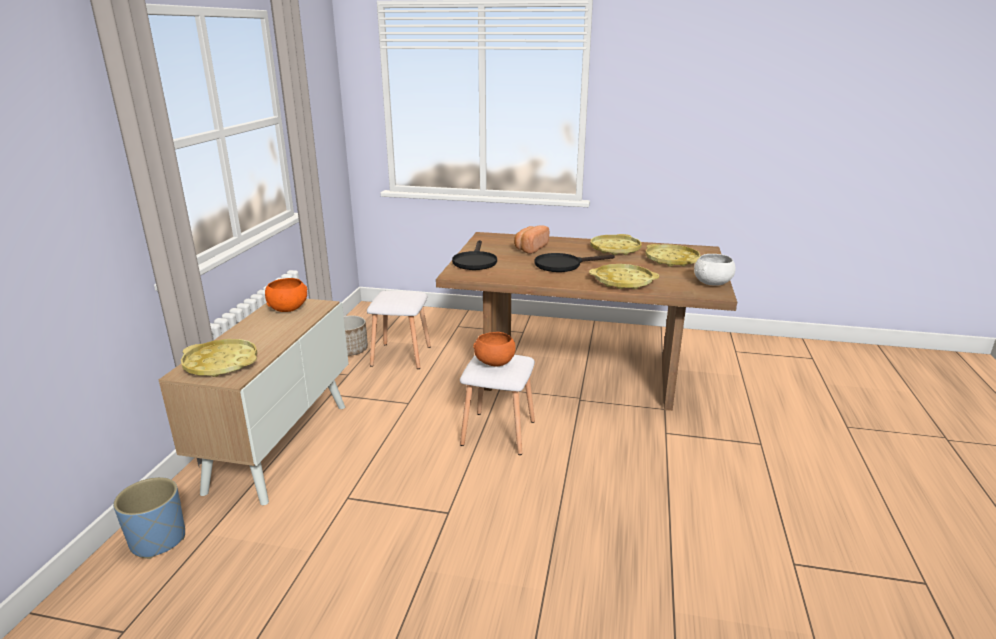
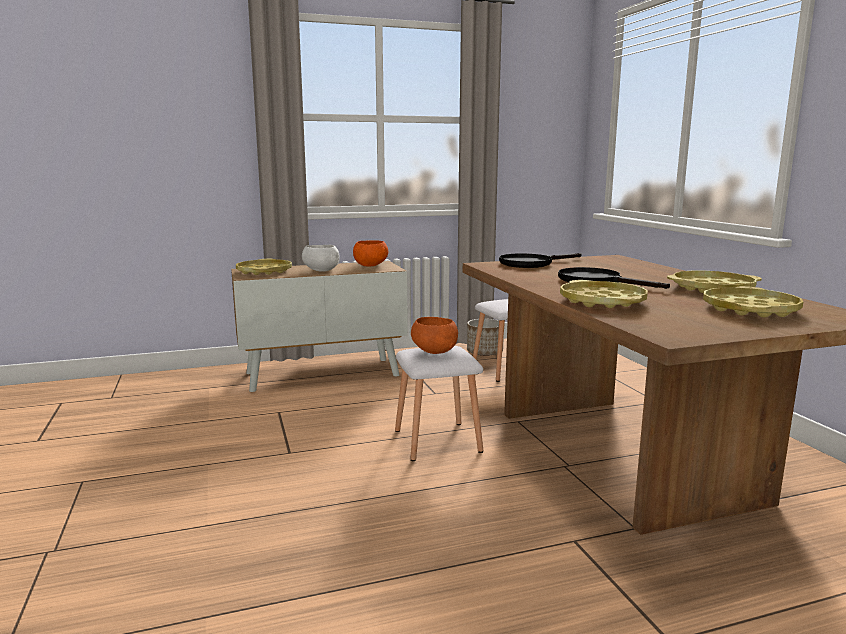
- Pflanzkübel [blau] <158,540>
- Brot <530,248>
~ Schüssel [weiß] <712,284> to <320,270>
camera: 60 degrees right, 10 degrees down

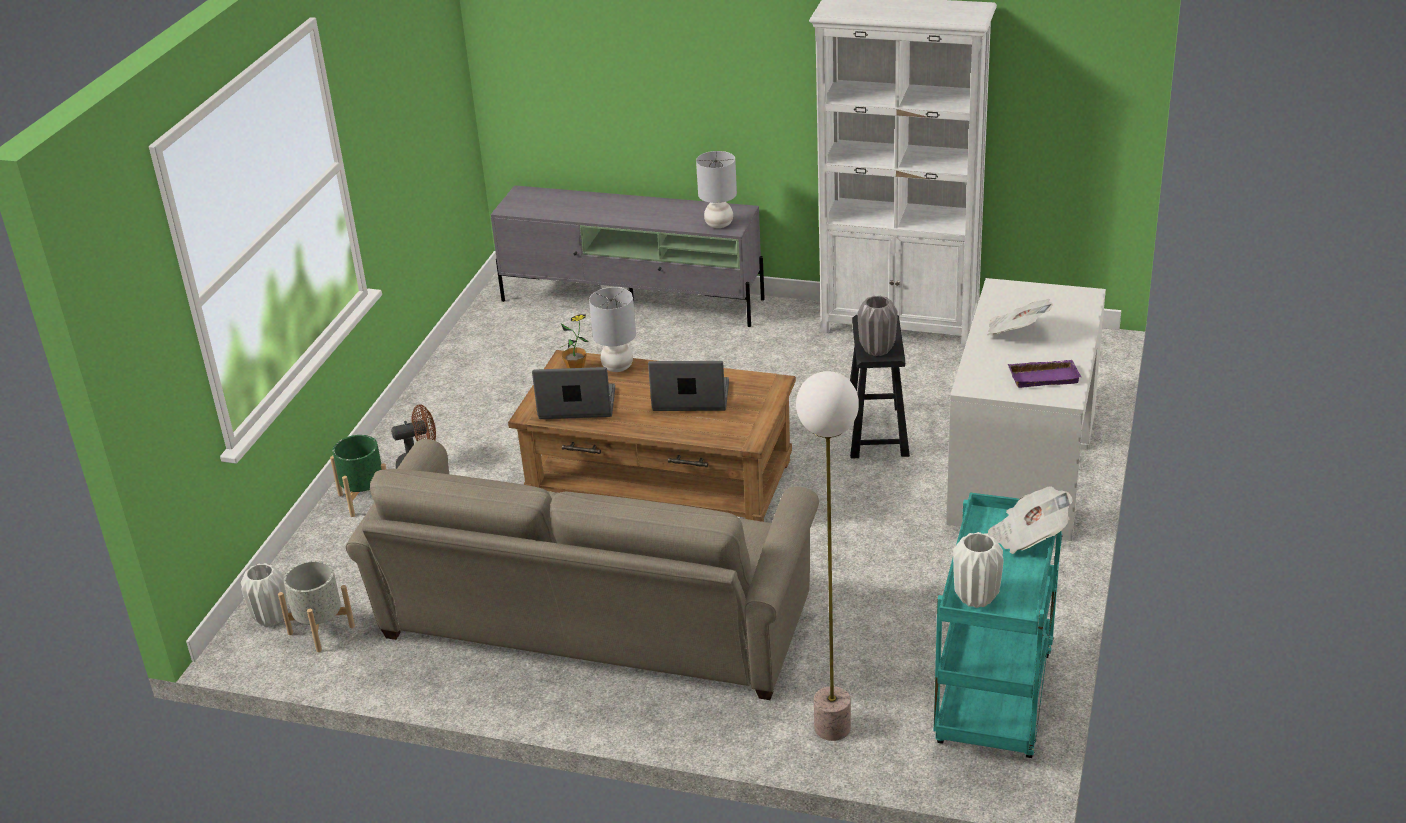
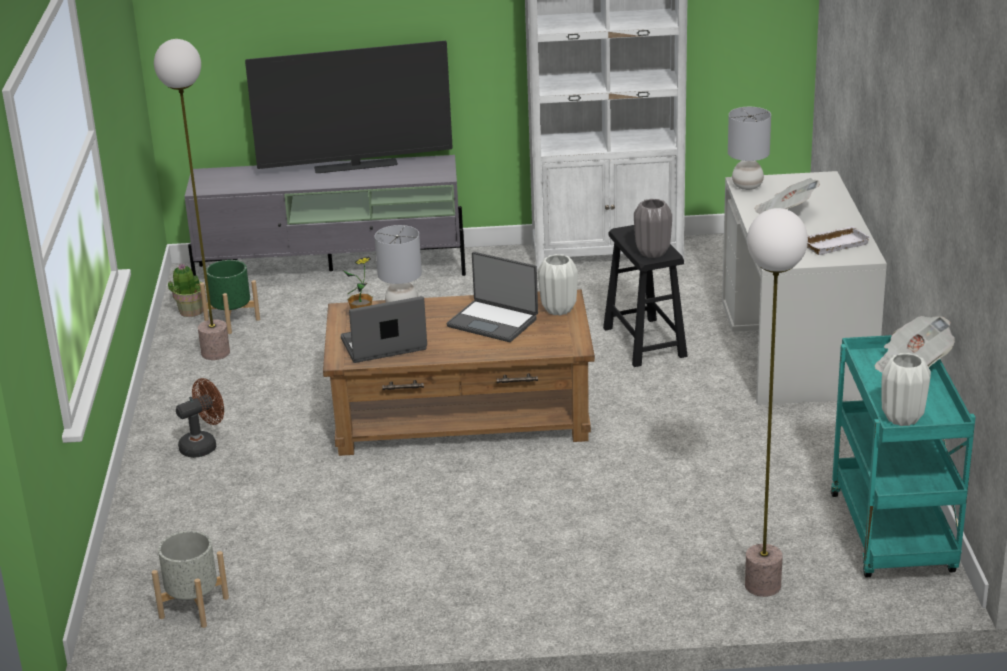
~ Vase [weiß] <270,618> to <558,310>
~ Pflanzkübel [grün] <365,499> to <232,320>
- Sofa [beige] <591,628>
~ Laptop <690,398> = <493,322> 135 degrees counterclockwise
~ Tischlampe [grau] <719,224> to <747,186>
~ Tablett [lila] <1044,377> to Tablett [weiß] <834,244>
+ Stehlampe <216,353>
+ Topfpflanze <191,311>
+ Fernseher <356,166>
camera: 20 degrees left, 5 degrees down

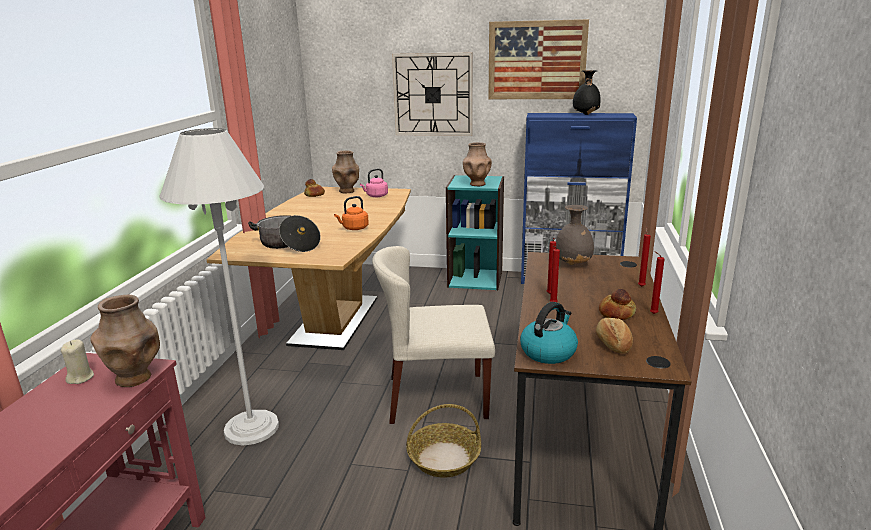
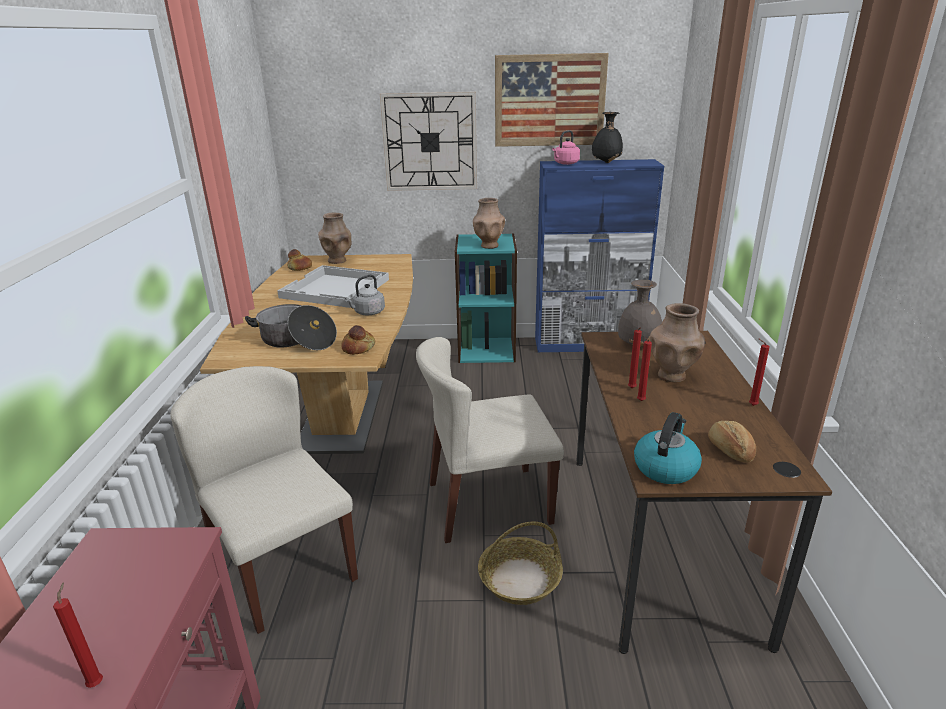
- Kerze [beige] <80,378>
~ Vase [braun] <135,378> to <672,375>
~ Stehlampe [weiß] <251,428> to Stuhl [beige] <282,568>
~ Wasserkessel [orange] <354,228> to Wasserkessel [grau] <368,312>
~ Wasserkessel [rosa] <376,196> to <565,163>
~ Brot <617,313> to <358,348>
~ Kerze [rot] <641,286> to <97,682>
+ Tablett [weiß] <335,289>
camera: 10 degrees left, 5 degrees up

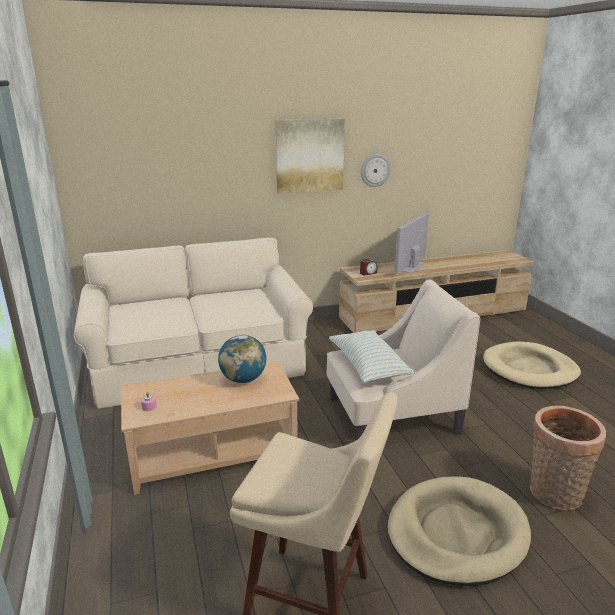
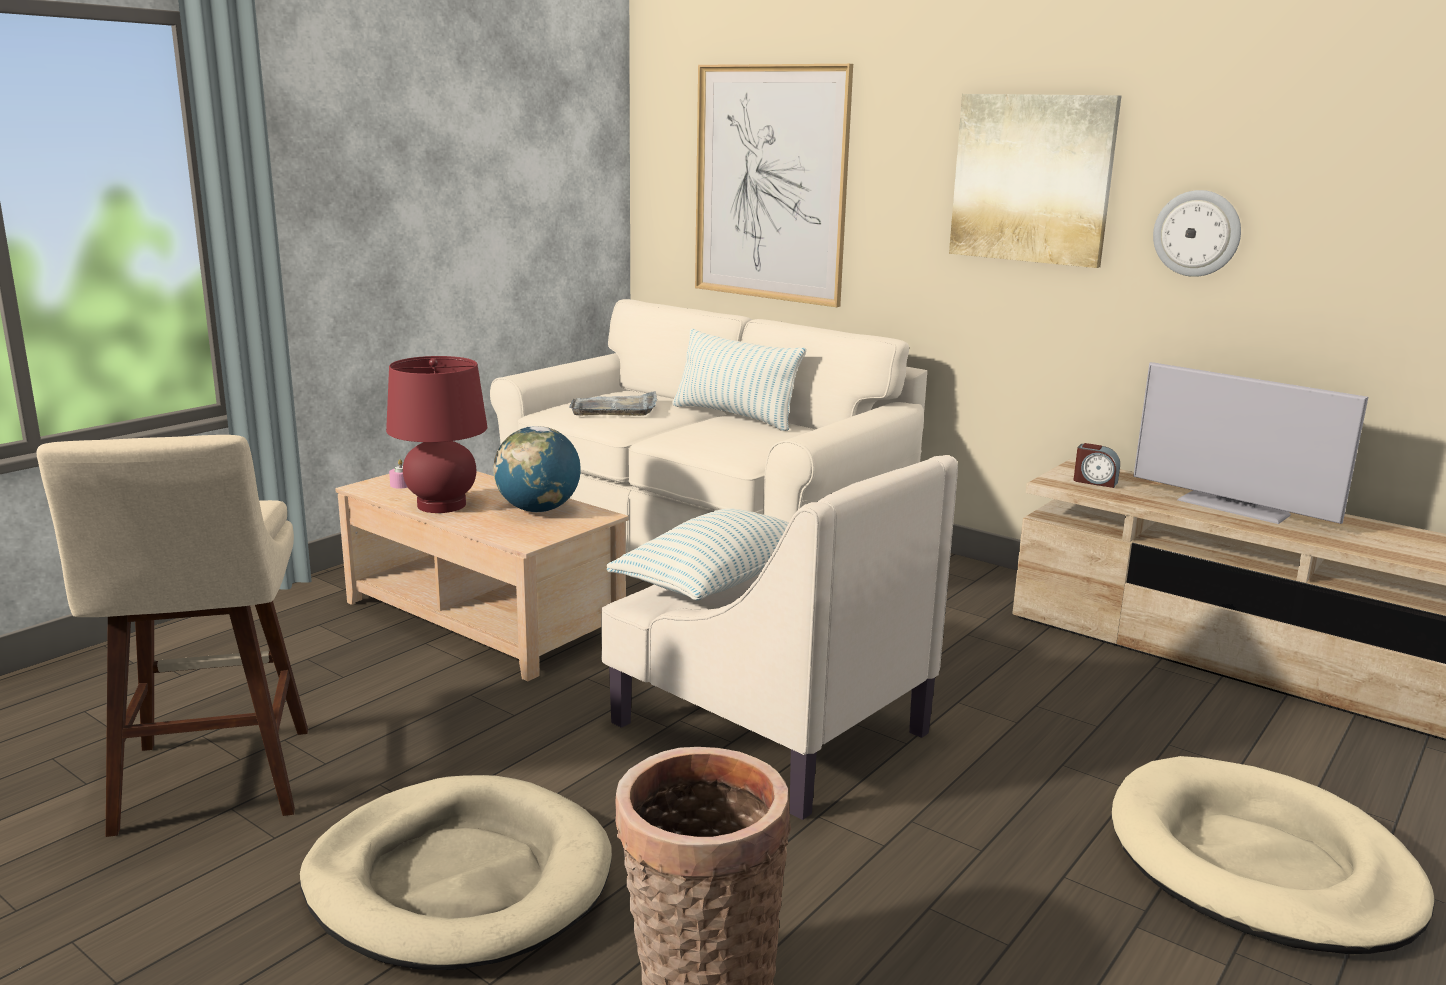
~ Fernseher <412,267> = <1233,507> 135 degrees counterclockwise
+ Tischlampe [rot] <441,505>
+ Tablett [grau] <614,408>
+ Kissen <734,416>
+ Bild <770,184>
camera: 55 degrees right, 5 degrees down

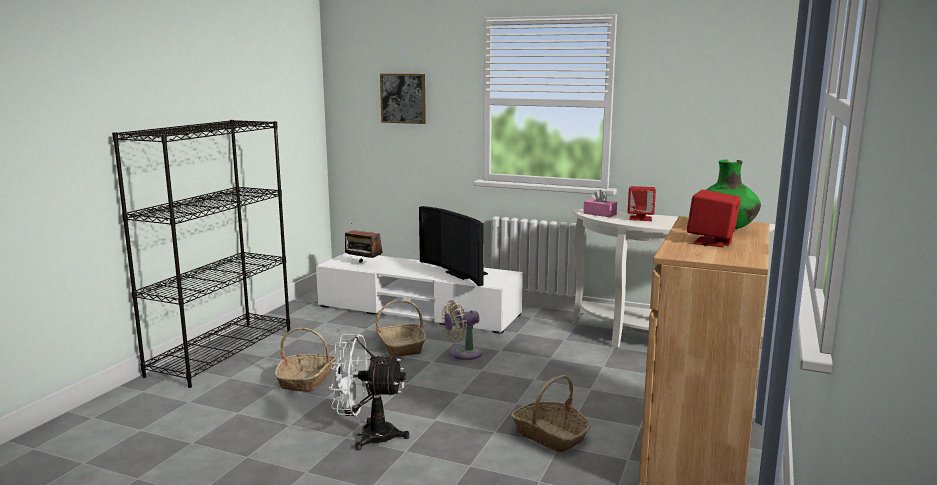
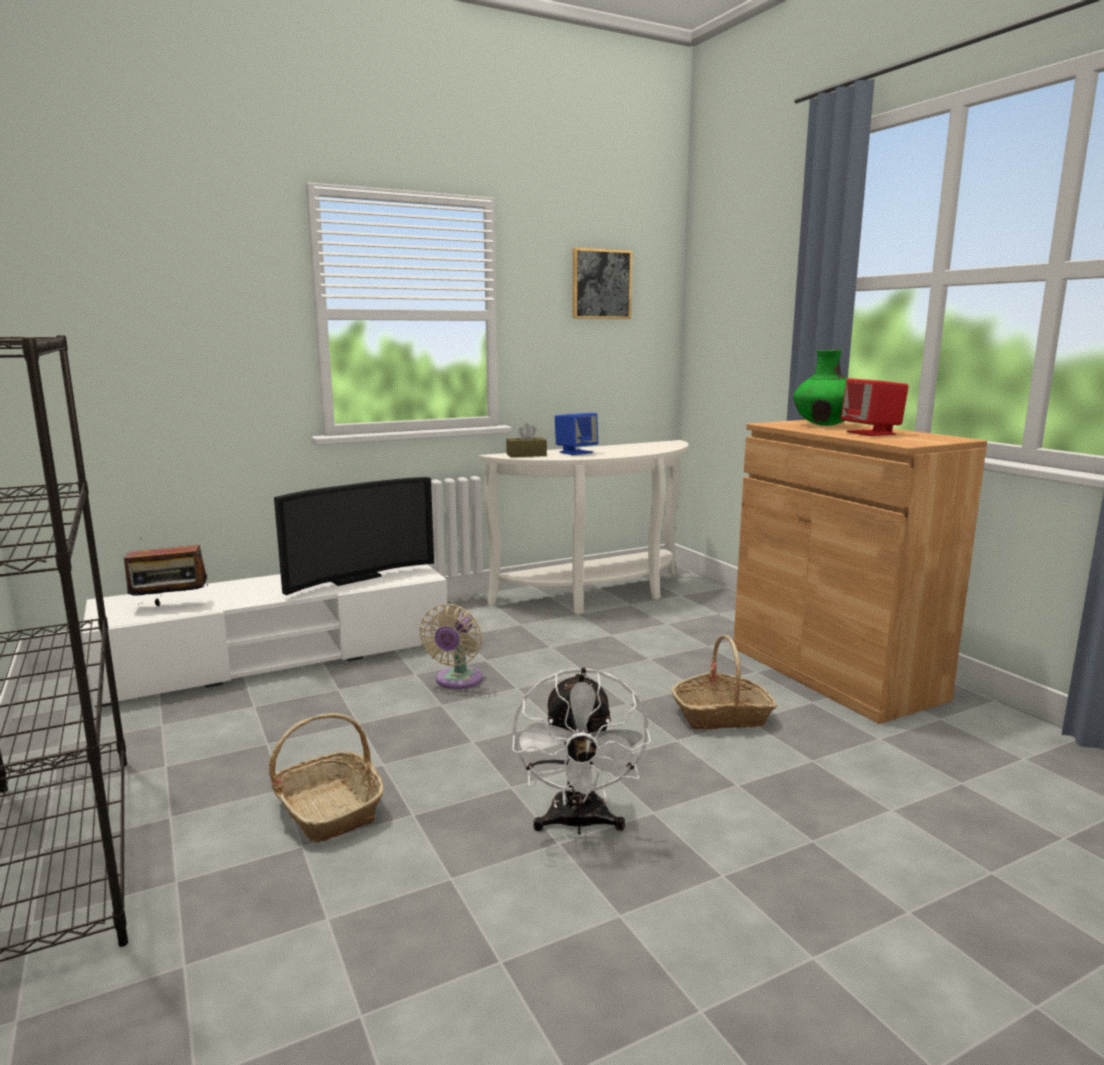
~ Ventilator [weiß] <368,436> = <578,824> 45 degrees counterclockwise
- Korb <401,347>
~ Bild <403,98> to <601,284>
~ Fernseher <461,274> = <353,578> 45 degrees counterclockwise
~ Taschentuchbox [rosa] <599,214> to Taschentuchbox [braun] <526,455>
~ Lautsprecher [rot] <640,218> to Lautsprecher [blau] <576,452>
camera: 50 degrees left, 0 degrees up

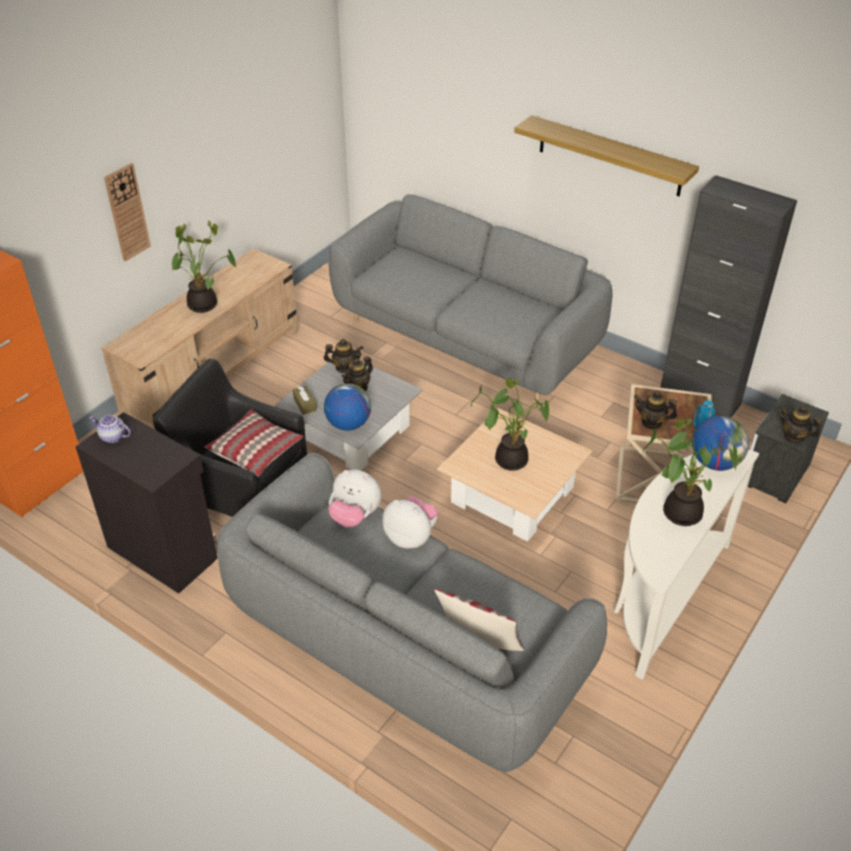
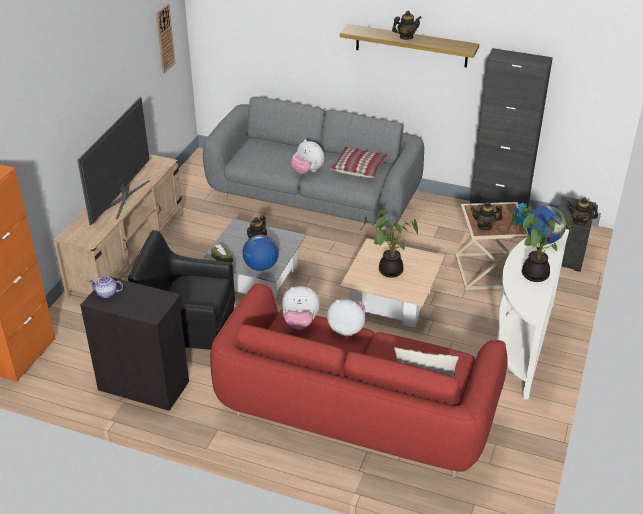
~ Wanduhr <127,212> to <165,38>
~ Topfpflanze <205,305> to Fernseher <123,197>
~ Kissen <255,450> to <358,168>
~ Sofa [grau] <405,648> to Sofa [rot] <356,413>
~ Teekanne <344,368> to <406,37>
+ Plüschtier <307,171>
camera: 15 degrees left, 5 degrees down

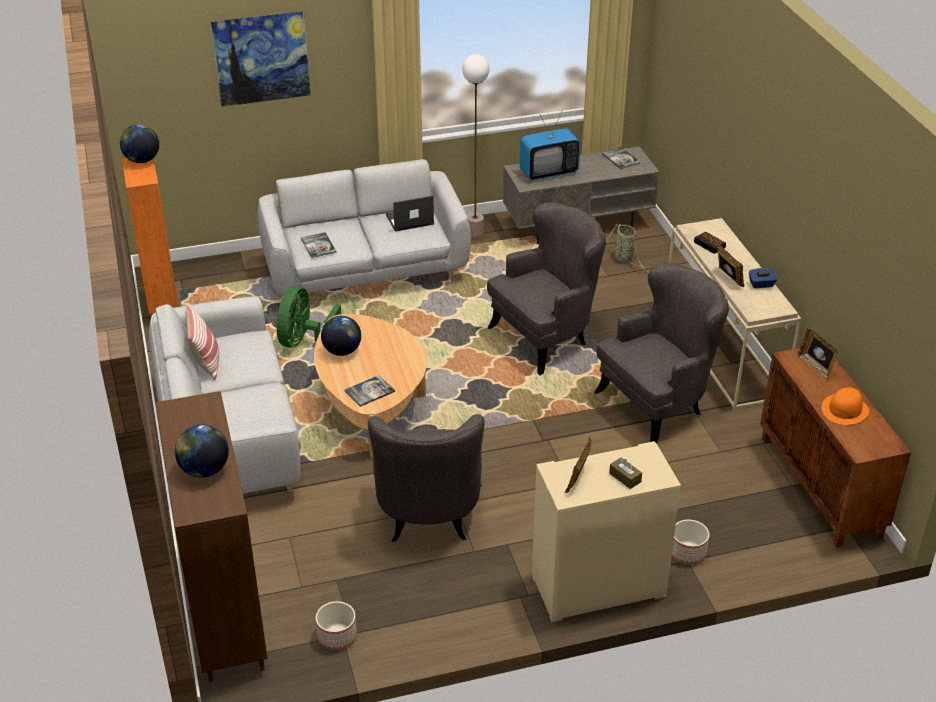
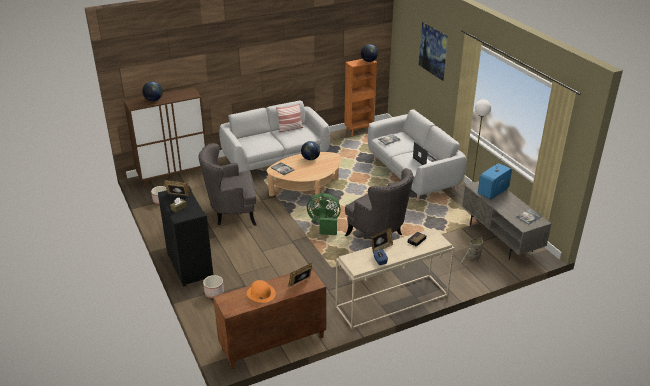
~ Ventilator [grün] <304,341> to <324,225>
~ Fernseher <548,172> = <493,192> 75 degrees clockwise
~ Schrank [beige] <598,587> to Schrank [schwarz] <189,265>
- Sessel [grau] <657,405>
camera: 80 degrees right, 5 degrees down

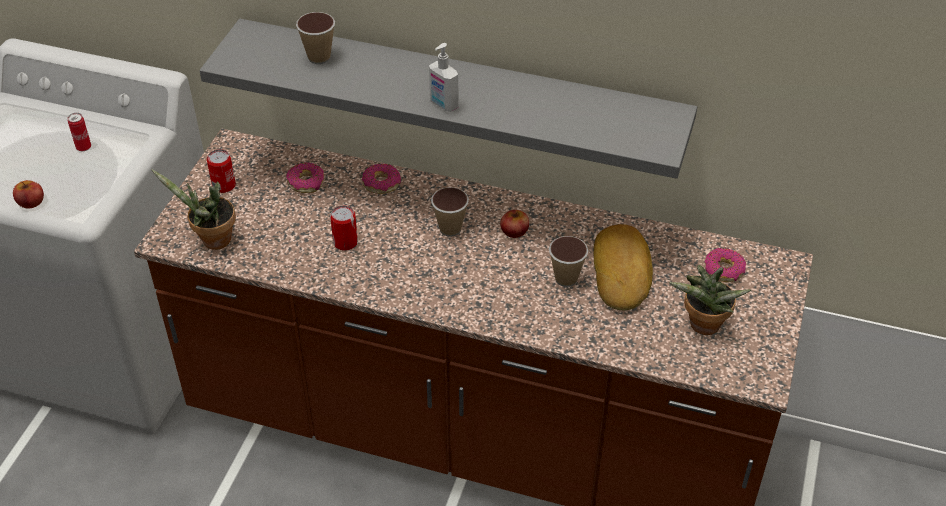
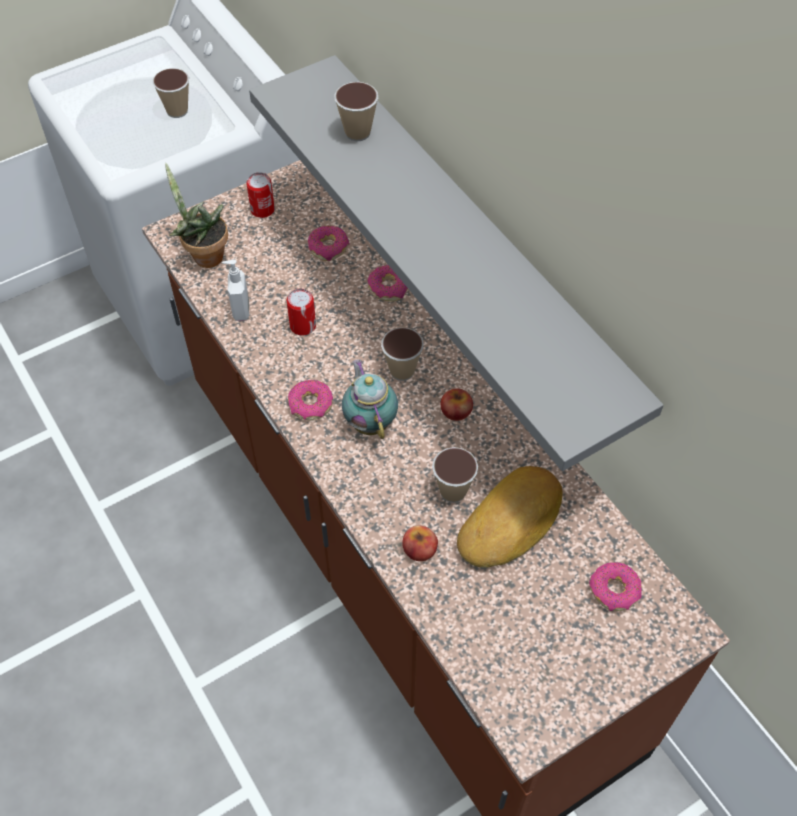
~ Apfel <31,202> to <419,549>
~ Dose <83,147> to Tasse <177,111>
~ Seifenspender <443,105> to <240,310>
- Topfpflanze <702,327>
+ Donut <310,405>
+ Teekanne <370,421>
camera: 40 degrees right, 10 degrees up

